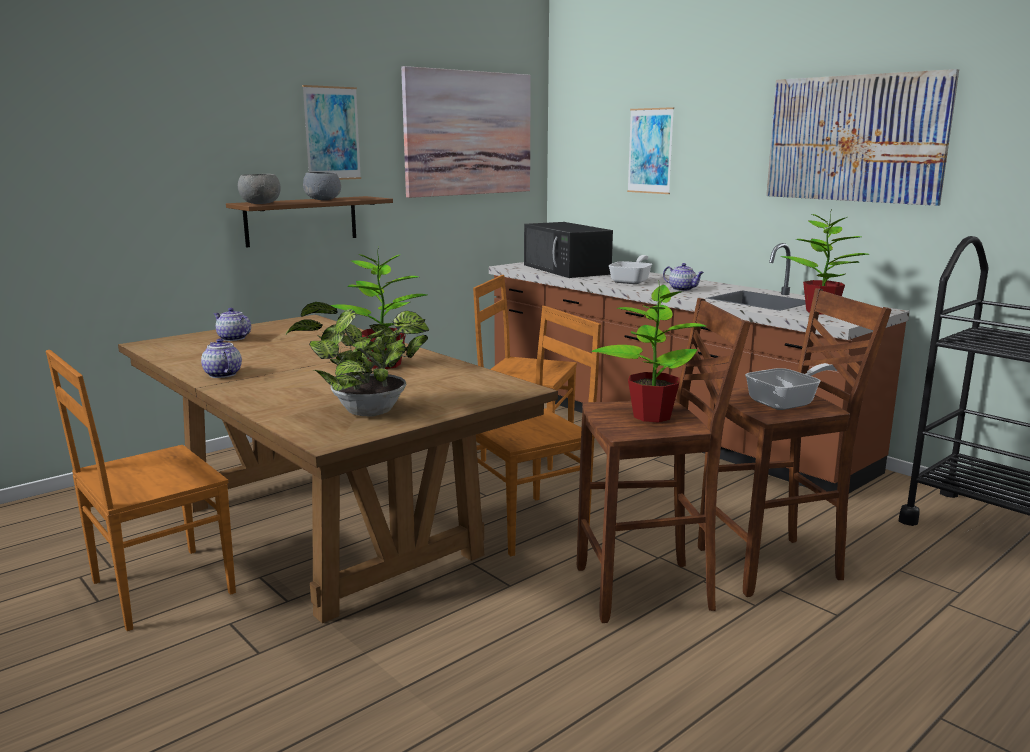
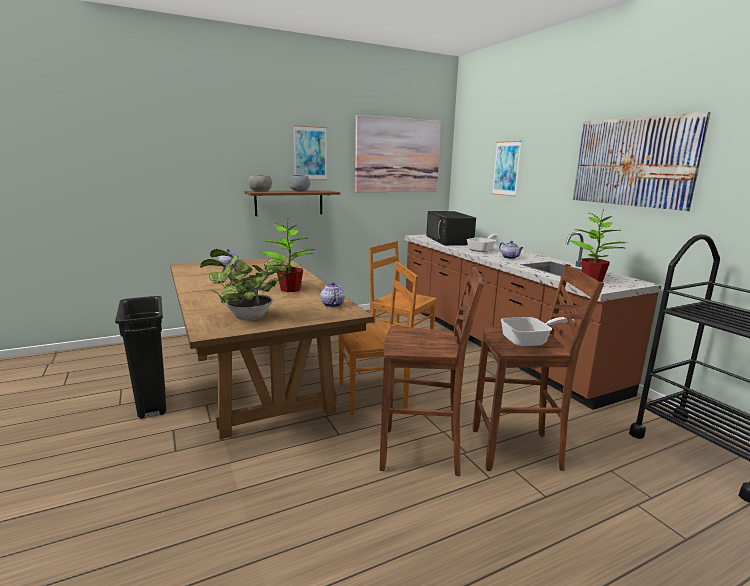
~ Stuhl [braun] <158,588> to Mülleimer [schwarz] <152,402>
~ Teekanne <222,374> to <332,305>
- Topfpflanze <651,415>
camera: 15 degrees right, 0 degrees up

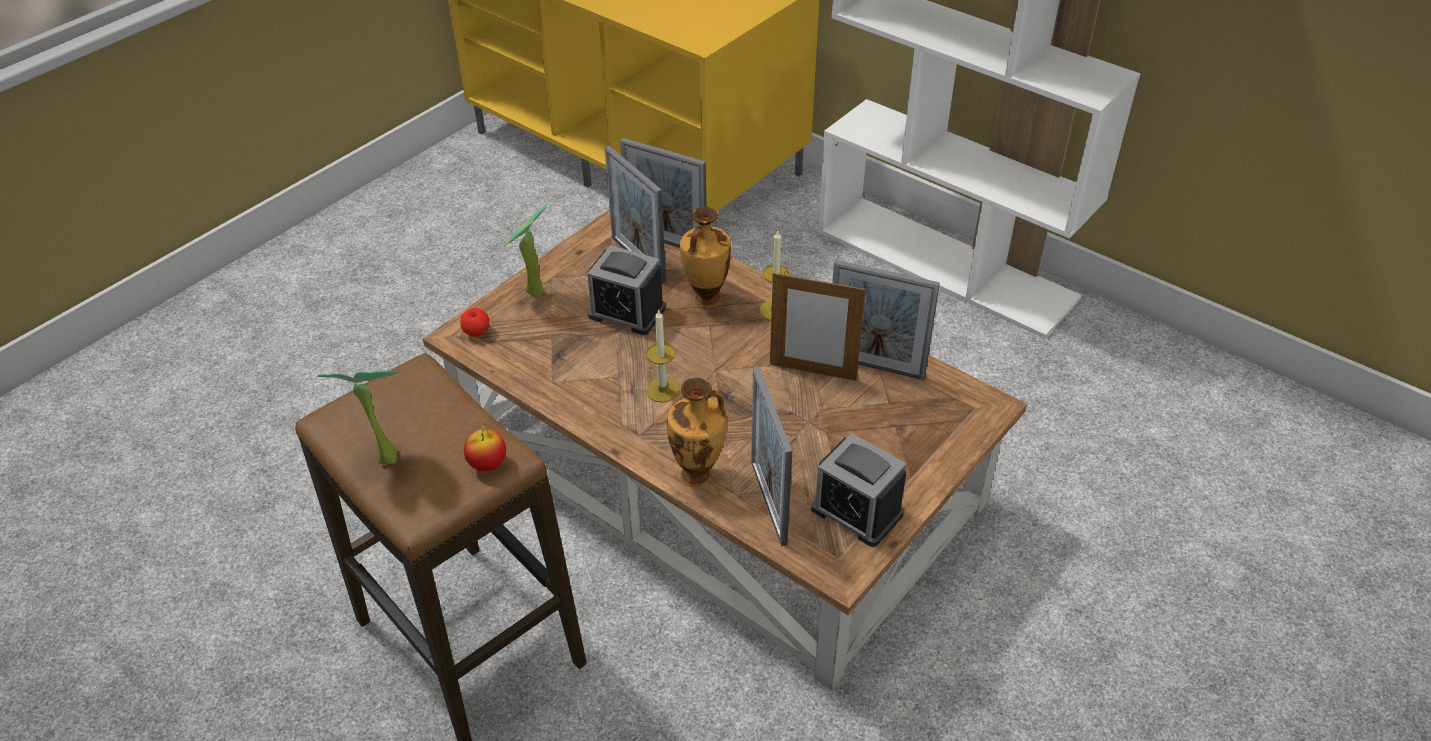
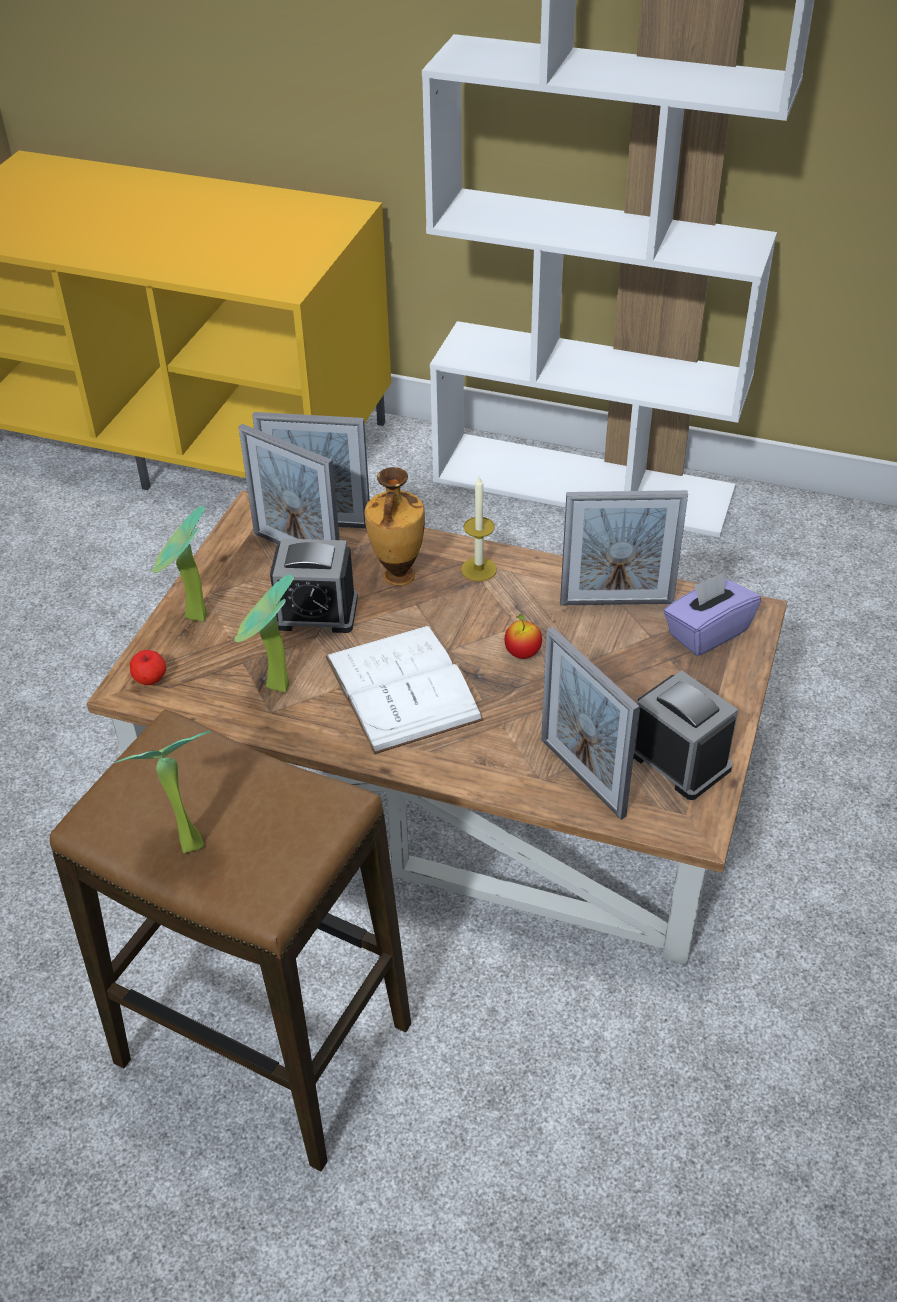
~ Apfel <488,464> to <522,653>
~ Kerze <662,390> to Buch [weiß] <402,688>
- Vase <698,475>
- Bilderrahmen <812,371>
~ Wecker <857,511> = <679,760> 150 degrees counterclockwise
+ Topfpflanze <274,689>
+ Taschentuchbox [lila] <707,632>
camera: 20 degrees left, 0 degrees up

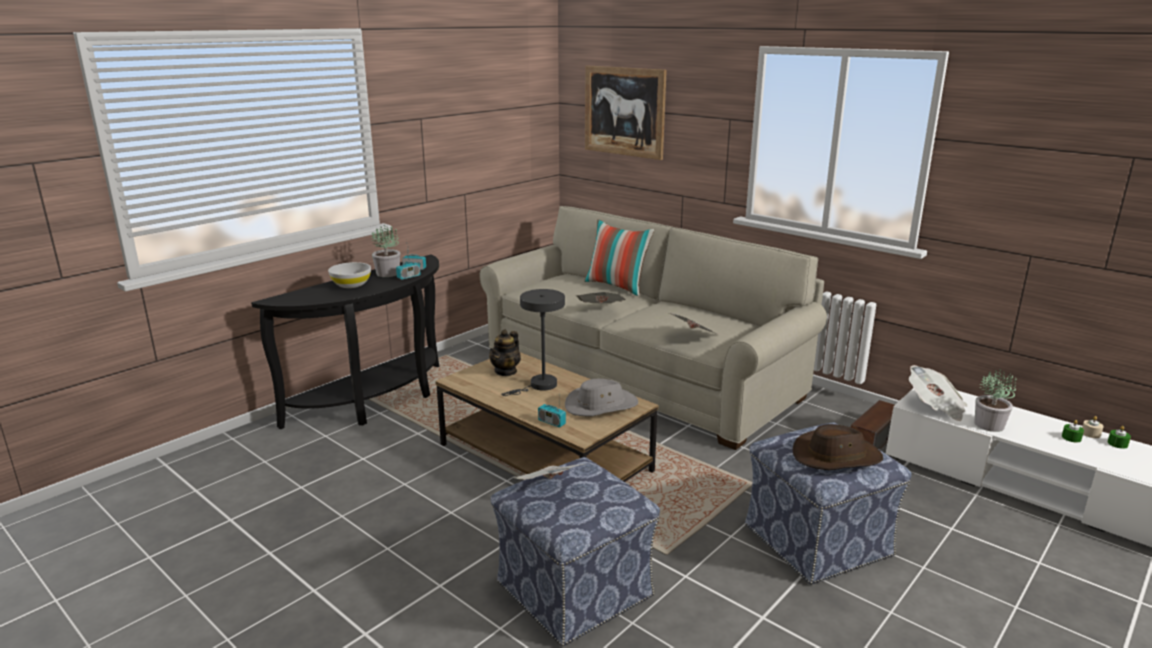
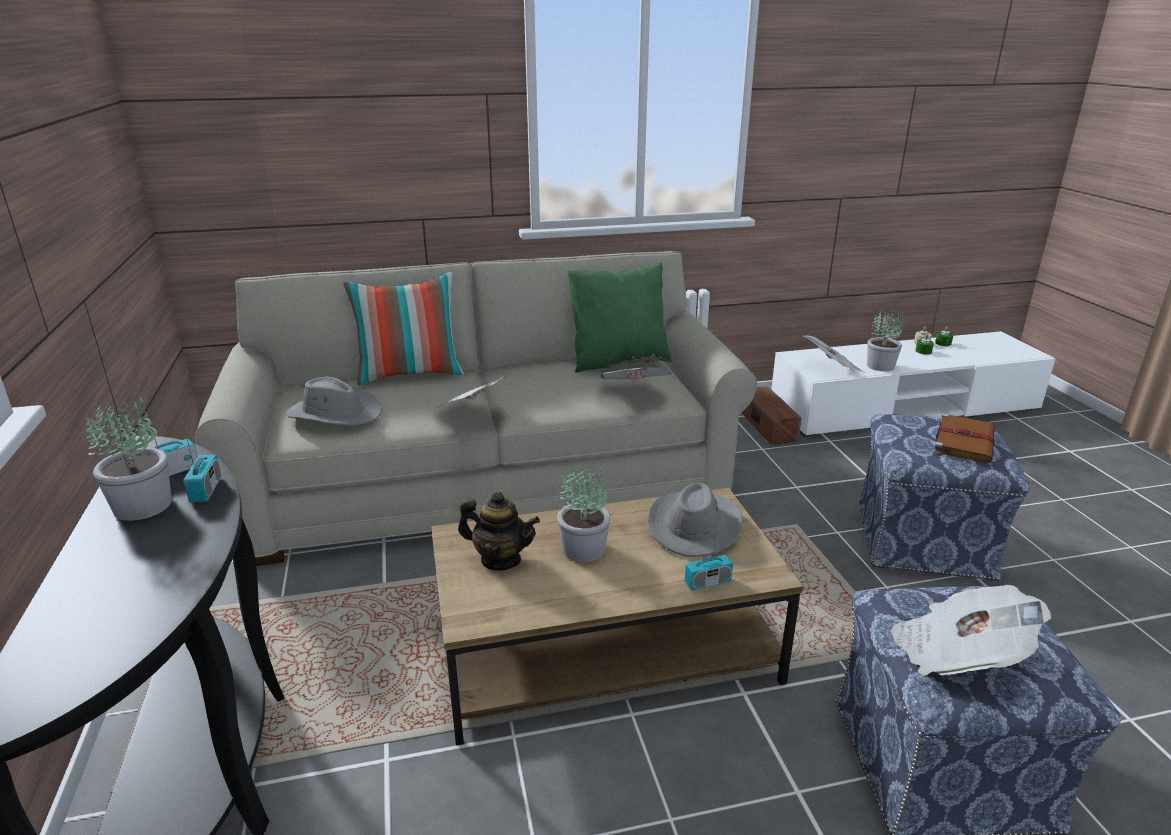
- Schüssel [weiß] <351,285>
~ Teekanne <506,371> = <500,559> 45 degrees counterclockwise
~ Tischlampe [grau] <539,386> to Topfpflanze <584,549>
- Bild <624,111>
~ Hut [braun] <836,456> to Buch [braun] <963,441>
+ Hut [grau] <335,413>
+ Kissen [grün] <618,361>
camera: 55 degrees left, 5 degrees up

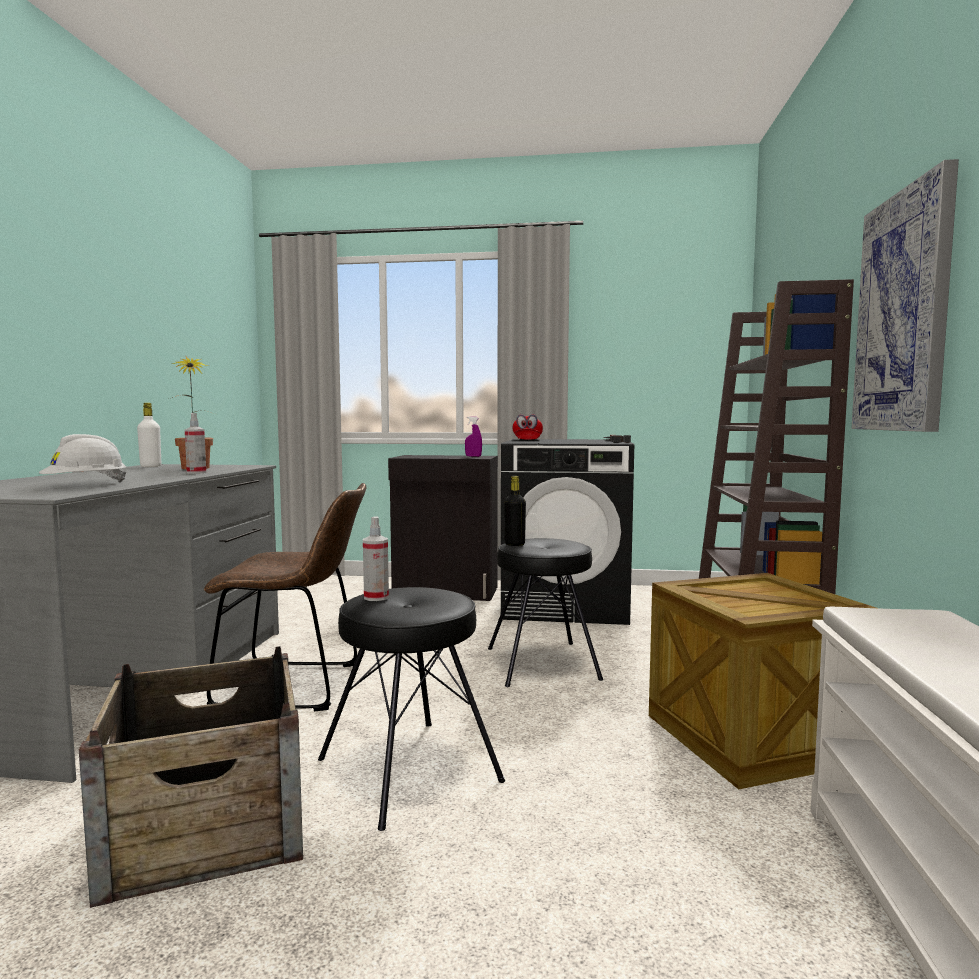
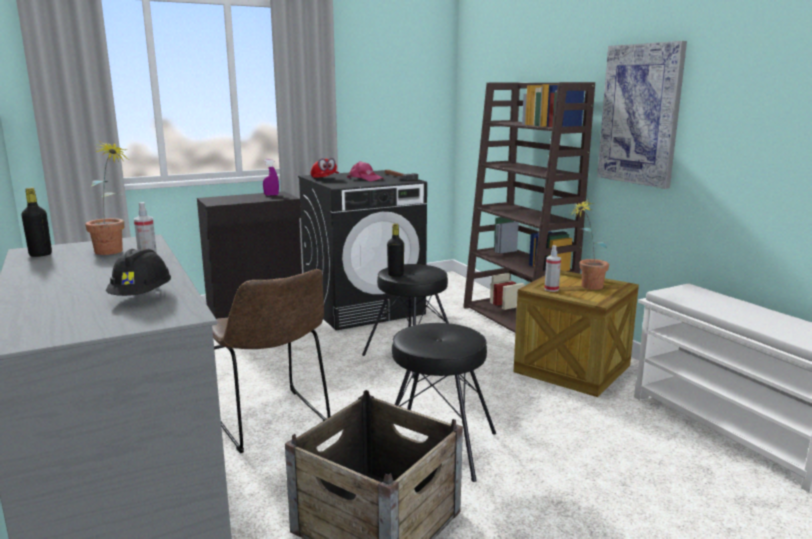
~ Schutzhelm [weiß] <85,485> to Schutzhelm [schwarz] <141,296>
~ Flasche [weiß] <150,466> to Flasche [schwarz] <40,255>
~ Stuhl [braun] <297,686> = <272,422> 90 degrees clockwise
~ Sprühflasche <376,597> to <551,289>
+ Kappe [rosa] <365,179>
+ Topfpflanze <586,287>
camera: 35 degrees left, 10 degrees up

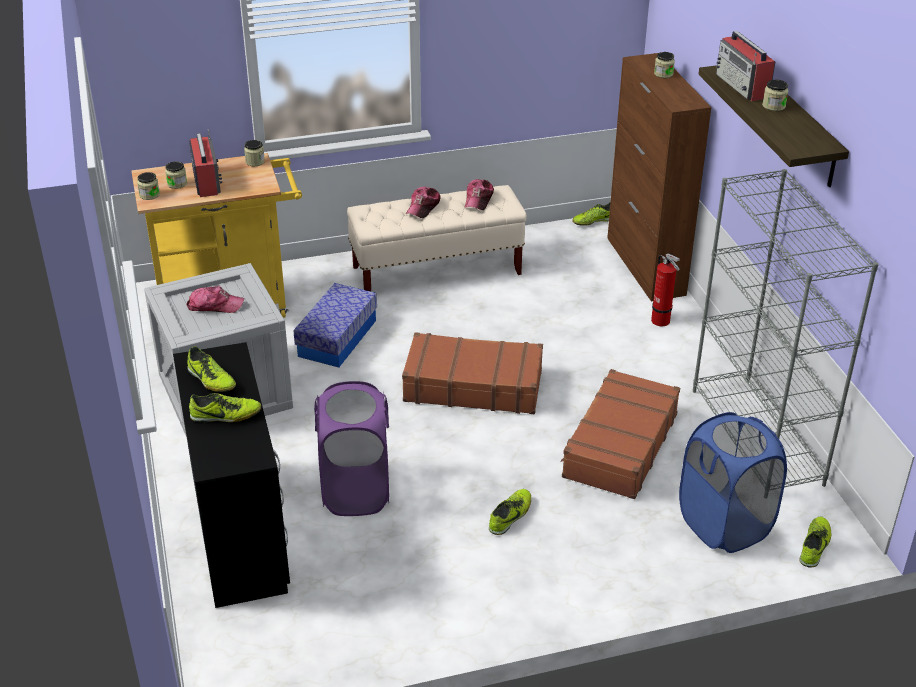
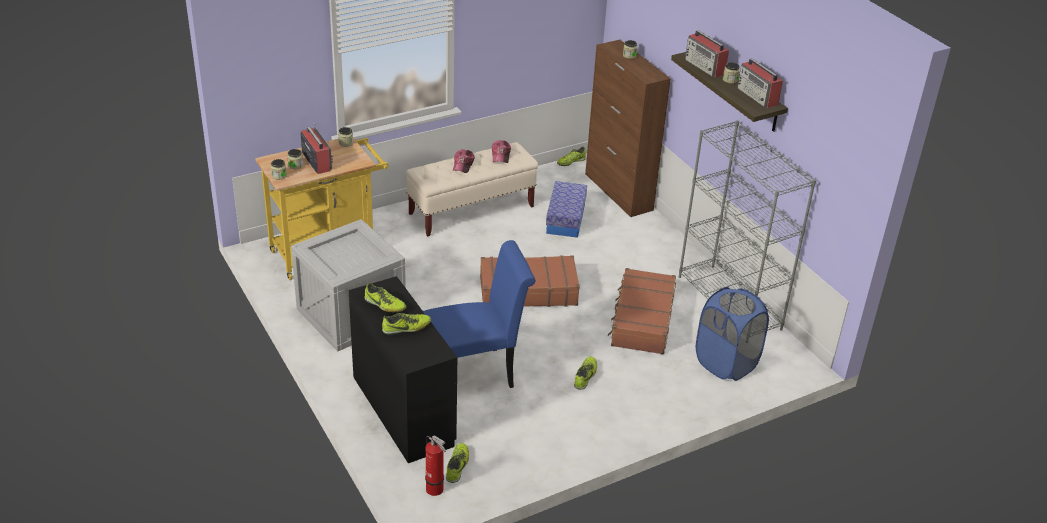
- Kappe <215,305>
~ Aufbewahrungsbox <337,338> to <565,218>
~ Wäschekorb [lila] <356,491> to Stuhl [blau] <474,373>
~ Feuerlöscher <662,322> to <436,490>
~ Schuh <814,546> to <457,466>
+ Radio <757,96>
camera: 15 degrees left, 0 degrees up

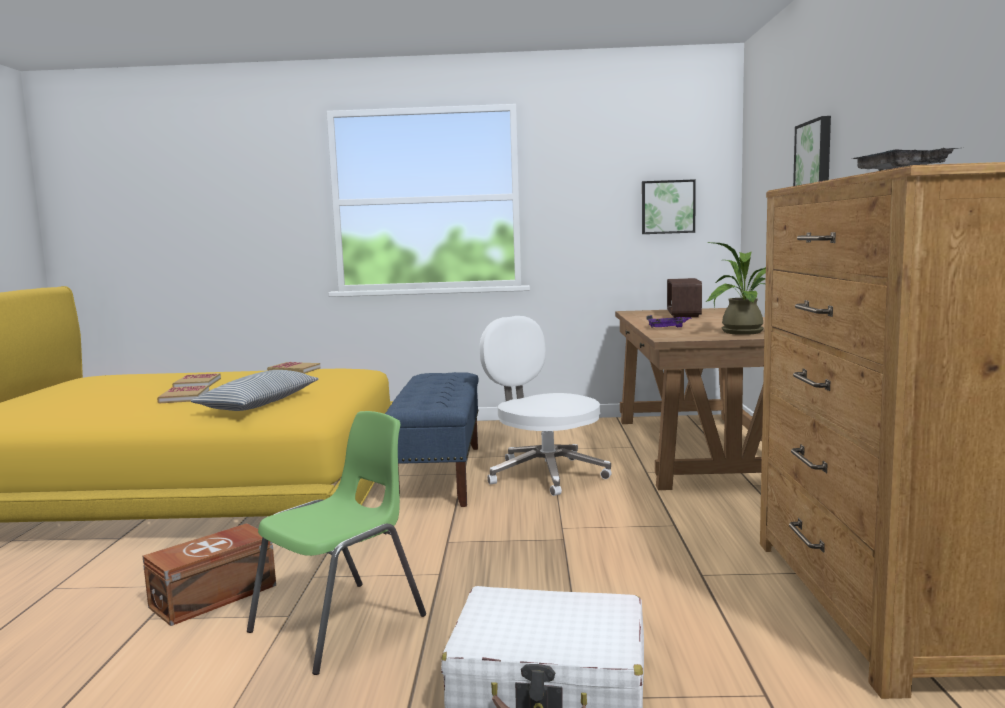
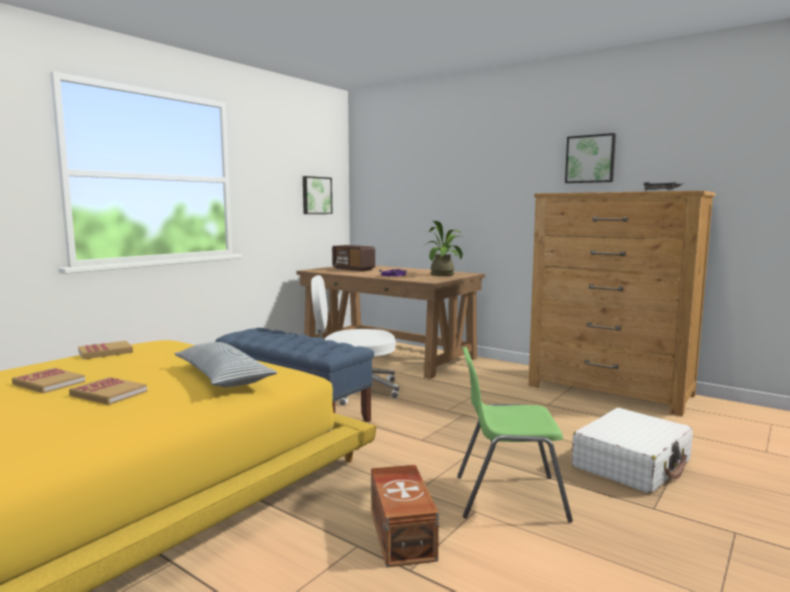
~ Stuhl [grün] <342,623> = <507,497> 75 degrees counterclockwise
~ Bild <815,157> to <590,159>
camera: 55 degrees left, 0 degrees up

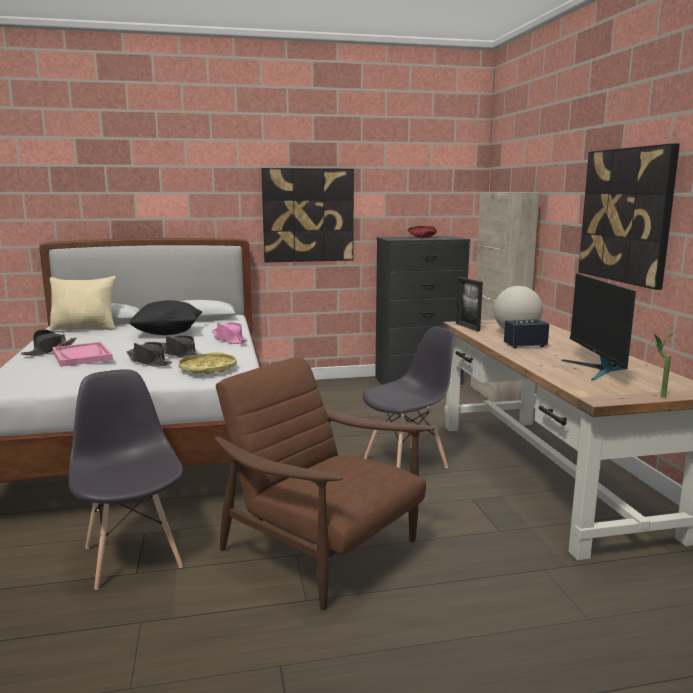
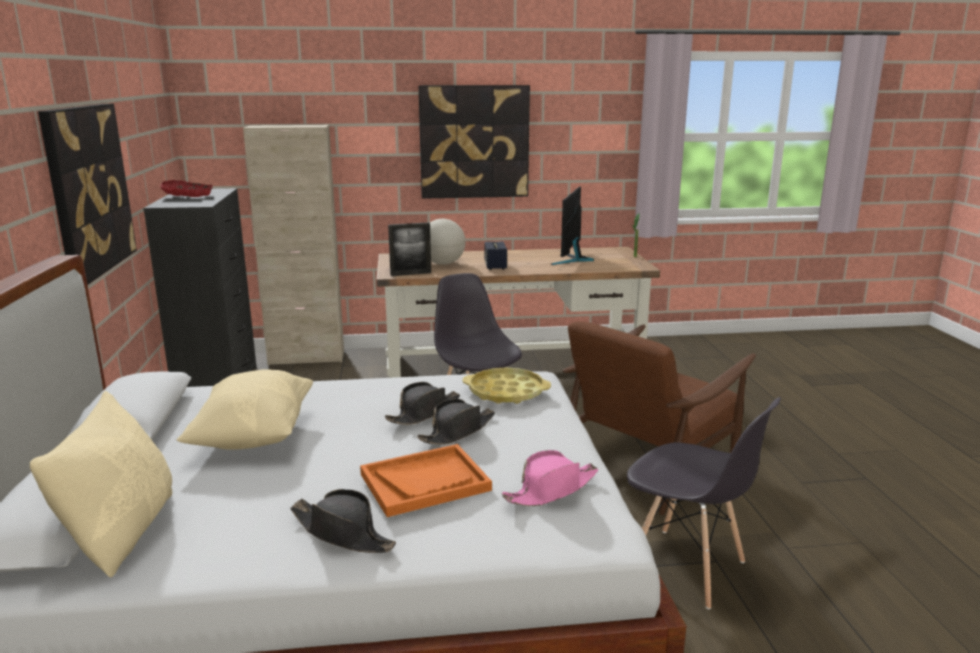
~ Tablett [rosa] <82,356> to Tablett [orange] <425,482>
~ Stuhl [grau] <133,556> = <686,567> 120 degrees counterclockwise
~ Kissen [schwarz] <168,333> to Kissen [beige] <253,436>
~ Hut [rosa] <229,340> to <551,490>
~ Monitor <597,369> = <572,259> 105 degrees clockwise
camera: 85 degrees left, 5 degrees up

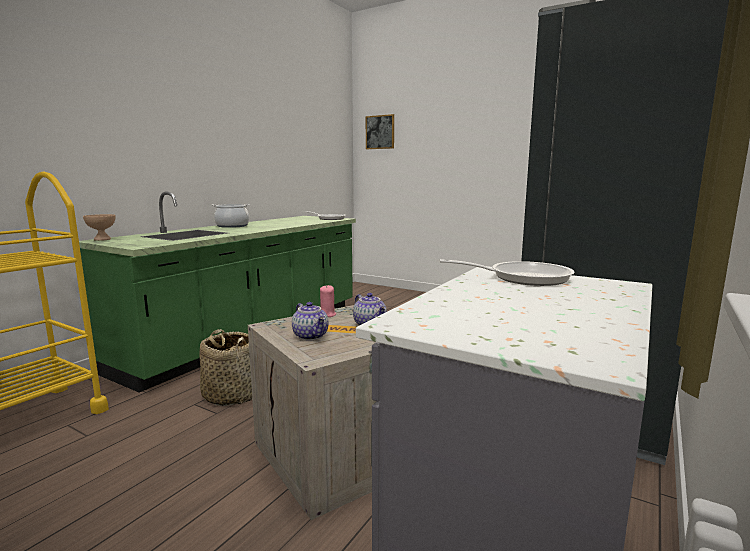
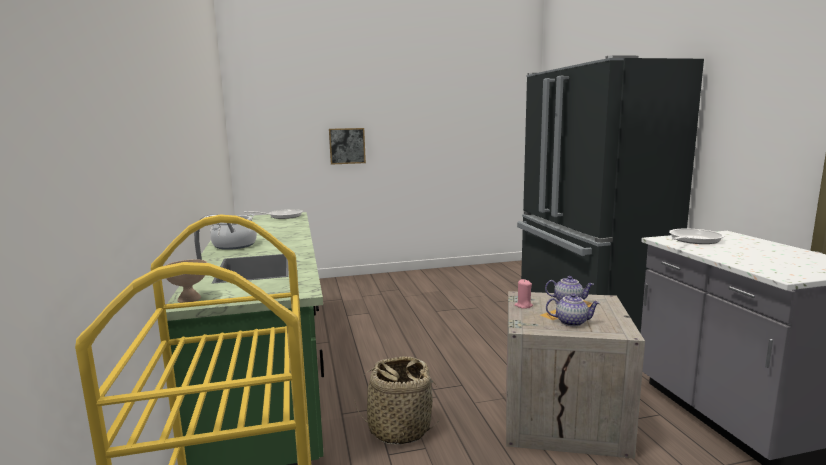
~ Bild <380,132> to <347,146>
camera: 45 degrees left, 0 degrees up

